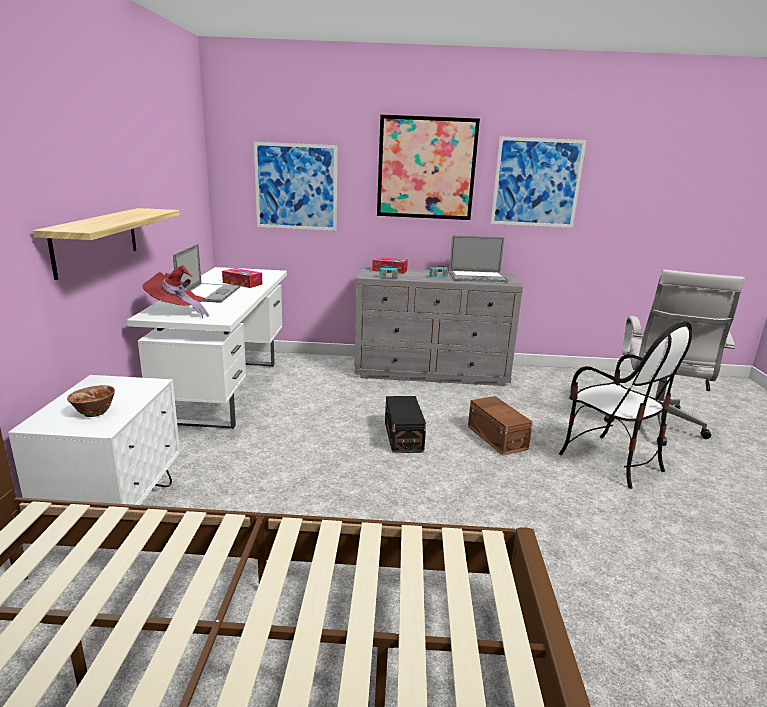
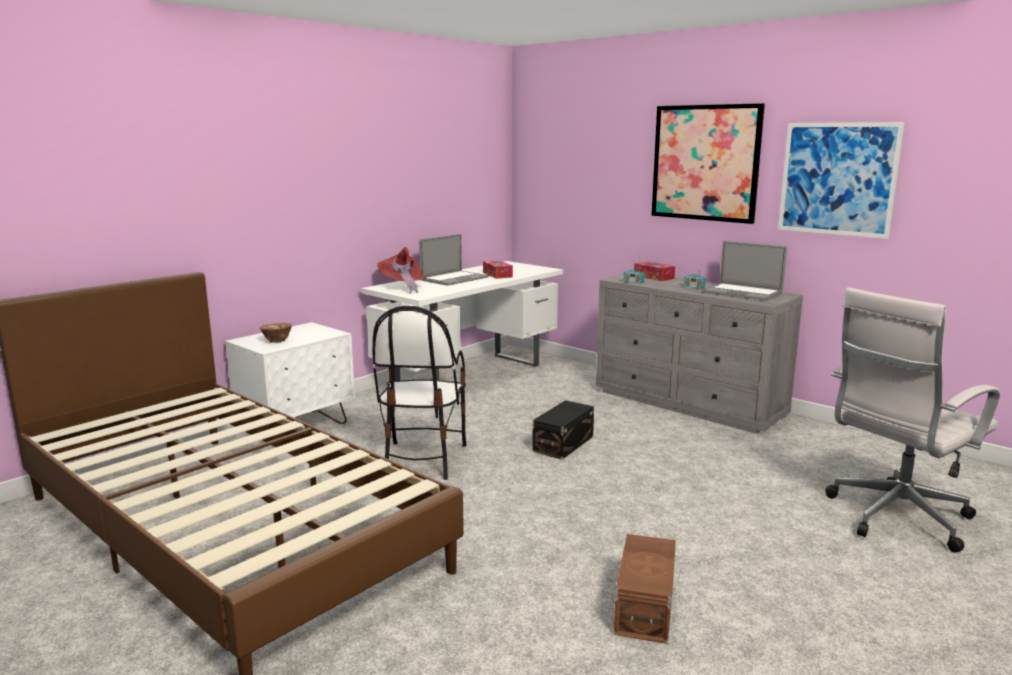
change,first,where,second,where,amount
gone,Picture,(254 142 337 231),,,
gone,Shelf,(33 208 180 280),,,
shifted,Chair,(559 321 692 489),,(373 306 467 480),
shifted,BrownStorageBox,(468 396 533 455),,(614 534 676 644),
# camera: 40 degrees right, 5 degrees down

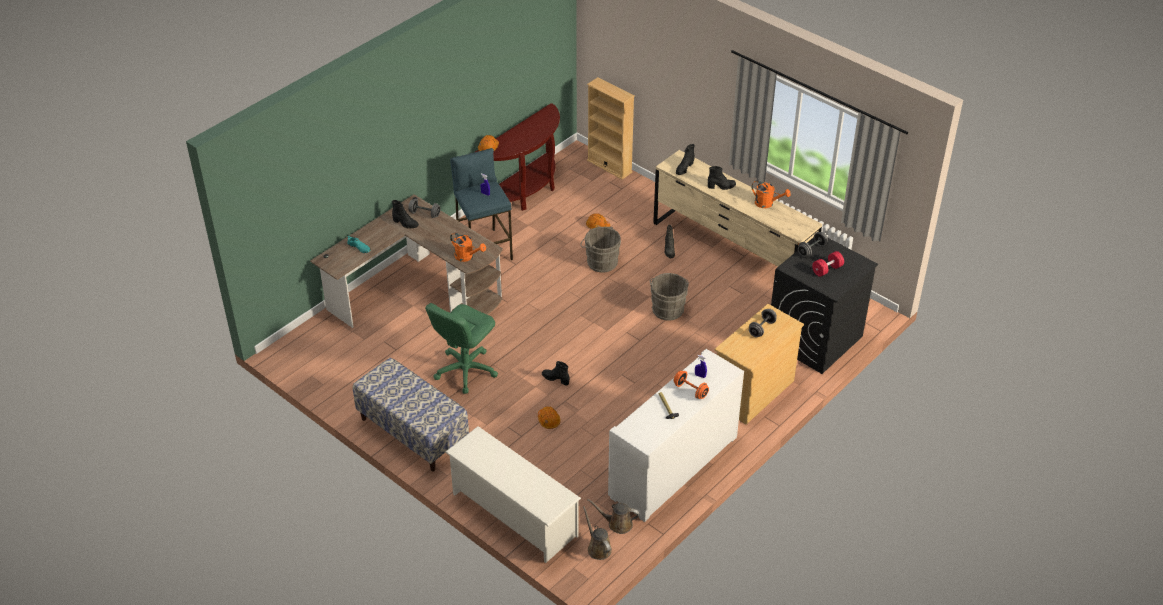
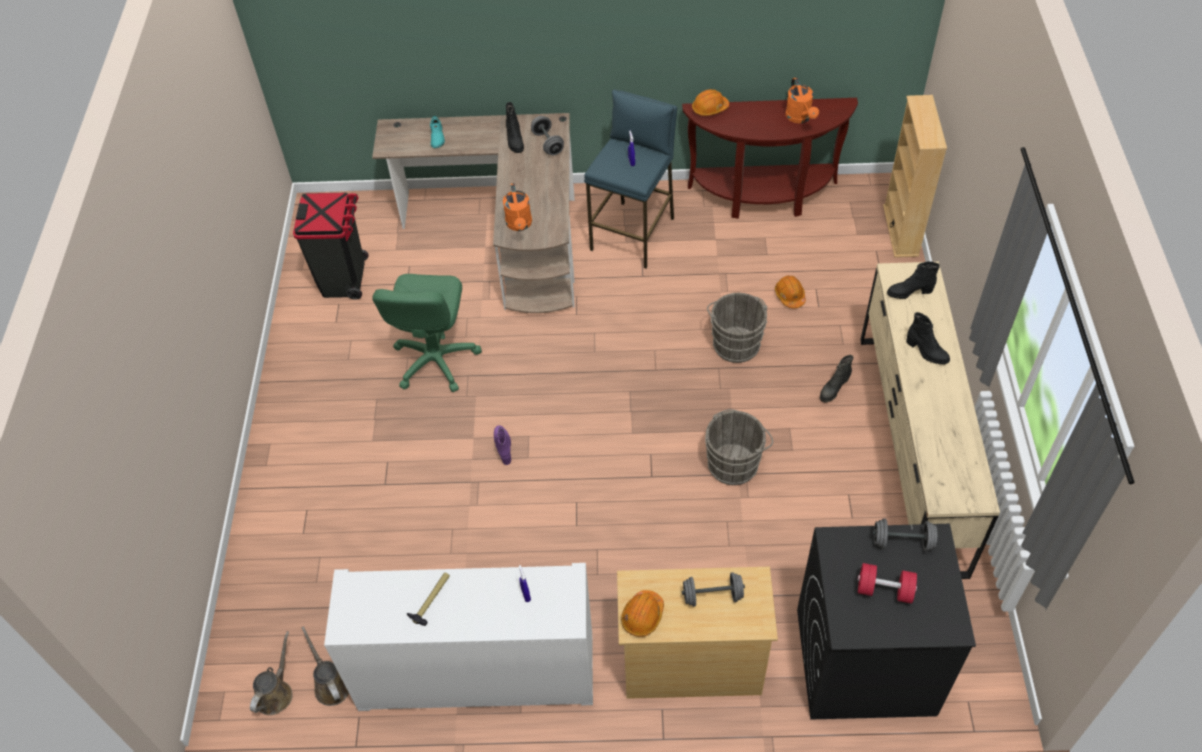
change,first,where,second,where,amount
shifted,OrangeWateringCan,(752 181 791 208),,(786 77 819 124),
rotated,GreenOfficeChair,(425 303 498 394),,(372 274 482 392),75 degrees counterclockwise
gone,Bench,(353 358 469 472),,,
repainted,BlackBoot,(542 361 569 386),PurpleBoot,(494 425 511 465),
gone,OrangeDumbbell,(674 371 709 399),,,
shifted,OrangeHardHat,(538 406 561 429),,(621 590 664 637),
gone,WhiteShoeRack,(445 426 581 563),,,
new,,,BlackTrashCan,(293 193 368 300),
# camera: 50 degrees right, 10 degrees up

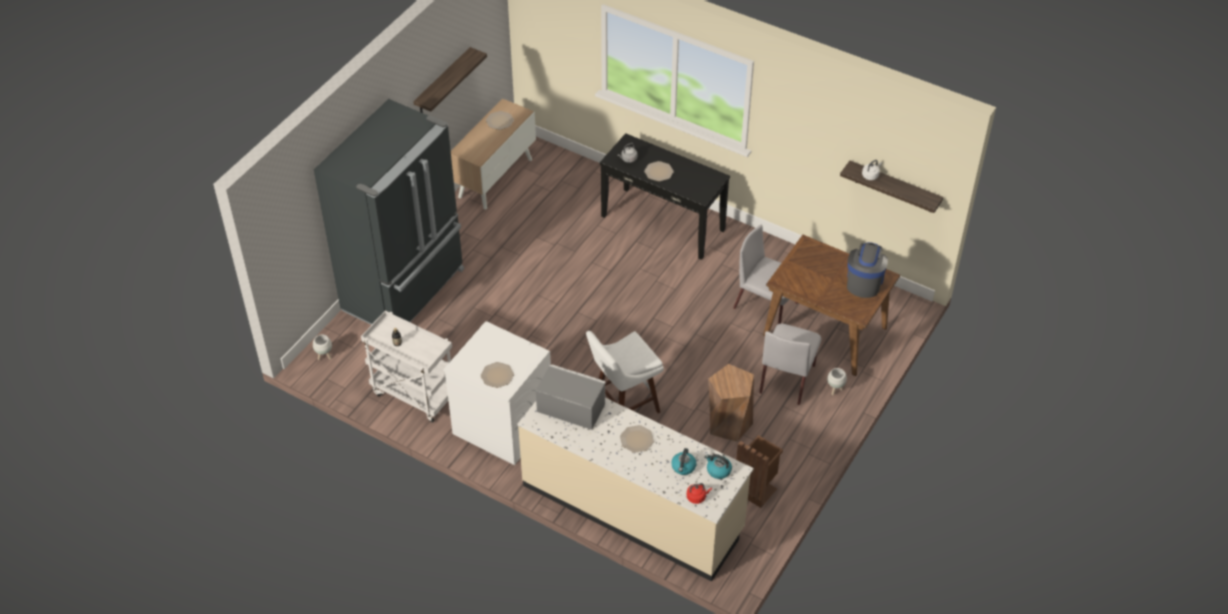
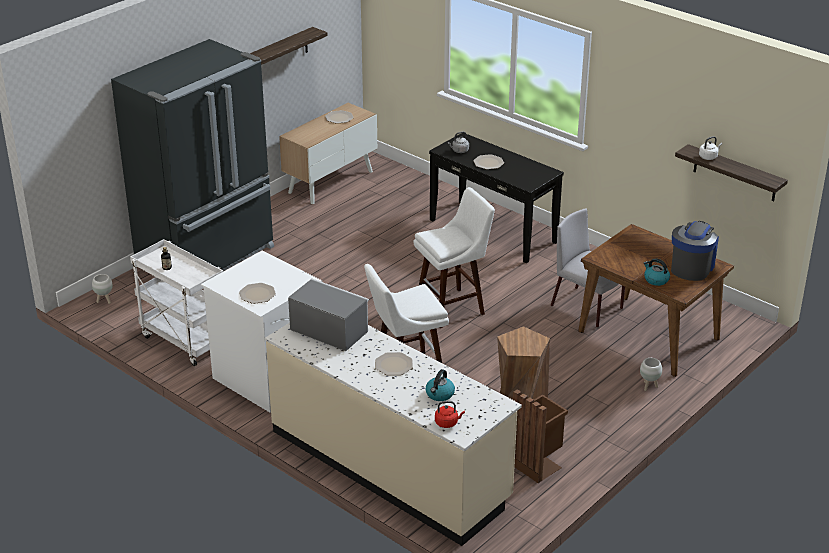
change,first,where,second,where,amount
gone,GreyChair,(759 324 822 405),,,
shifted,Kettle,(705 454 732 479),,(644 258 670 286),
new,,,WhiteStool,(413 187 495 328),
# camera: 10 degrees right, 15 degrees down

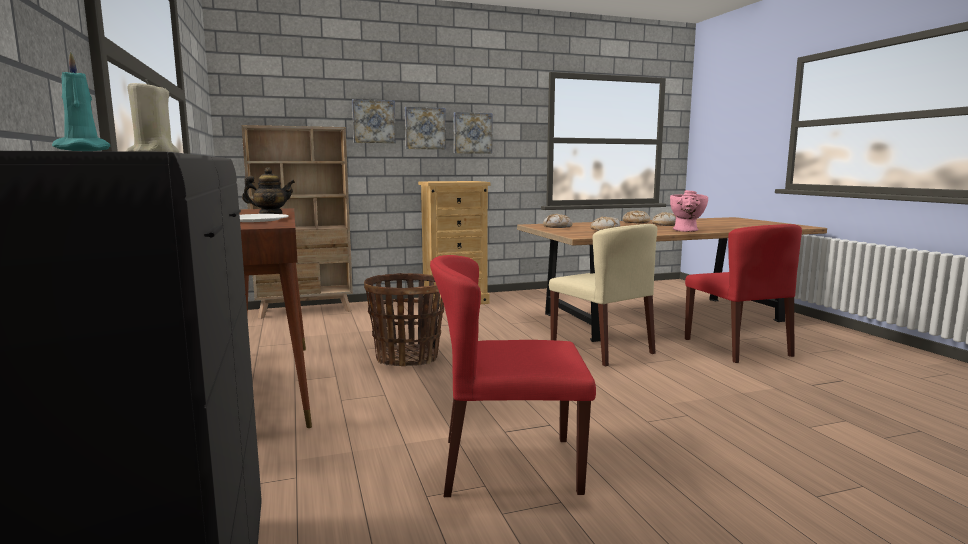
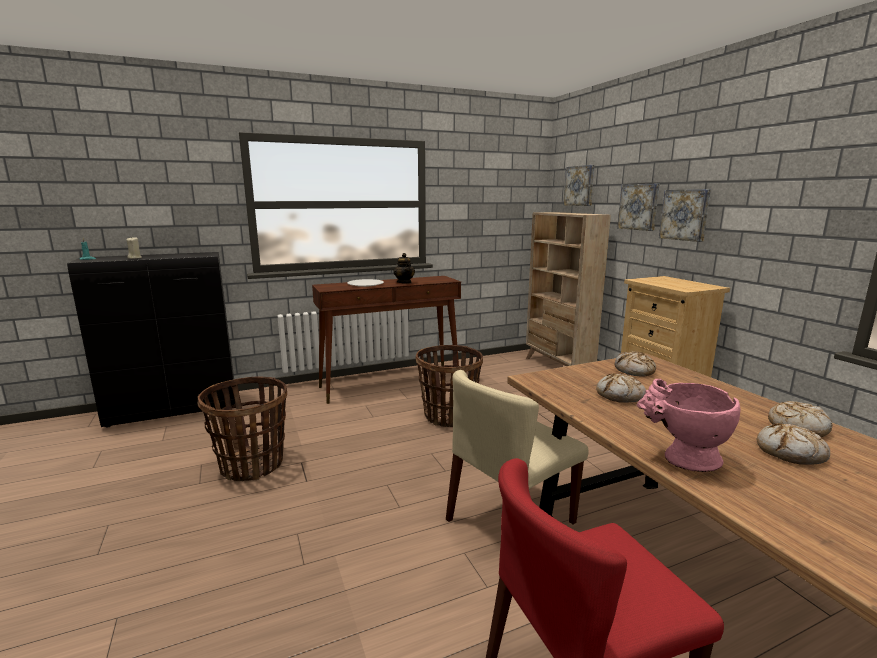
change,first,where,second,where,amount
shifted,Picture,(453 112 492 154),,(563 165 595 206),
swapped,RedChair,(430 255 596 497),Basket,(197 376 287 481),
# camera: 85 degrees right, 5 degrees up

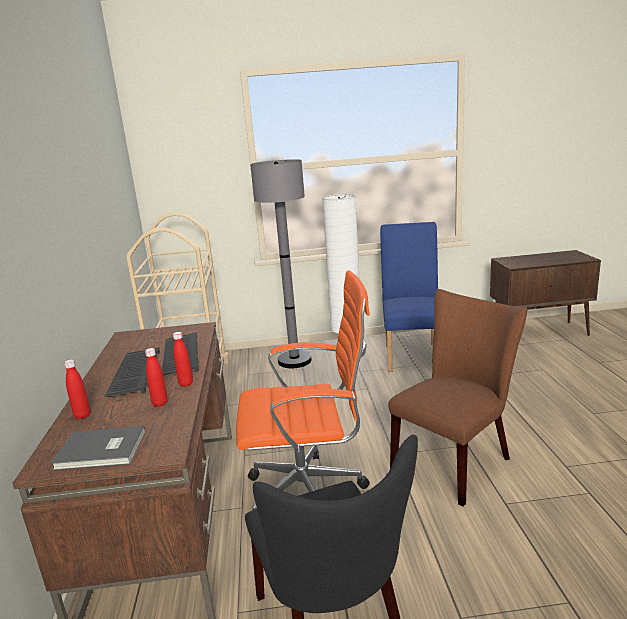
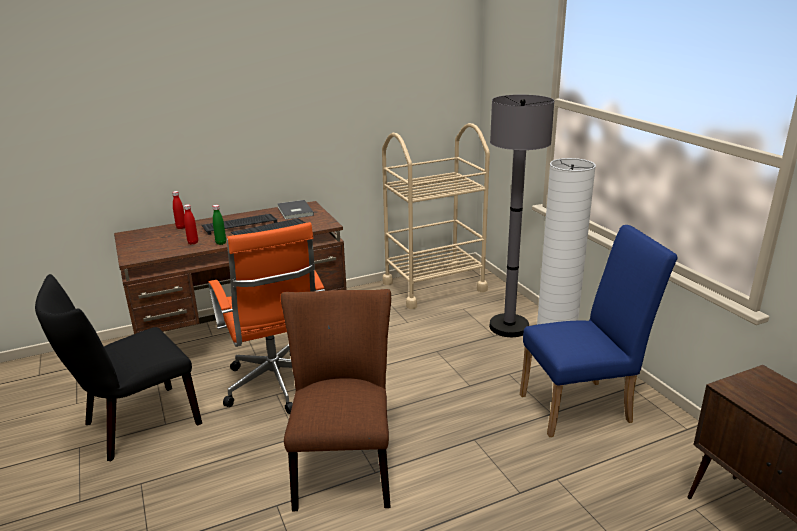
change,first,where,second,where,amount
rotated,BrownChair,(388 289 527 507),,(281 289 391 511),120 degrees counterclockwise
repainted,RedBottle,(173 332 193 387),GreenBottle,(213 205 226 245),
shifted,GreyBook,(50 426 145 471),,(277 200 314 220),
# camera: 70 degrees right, 5 degrees up

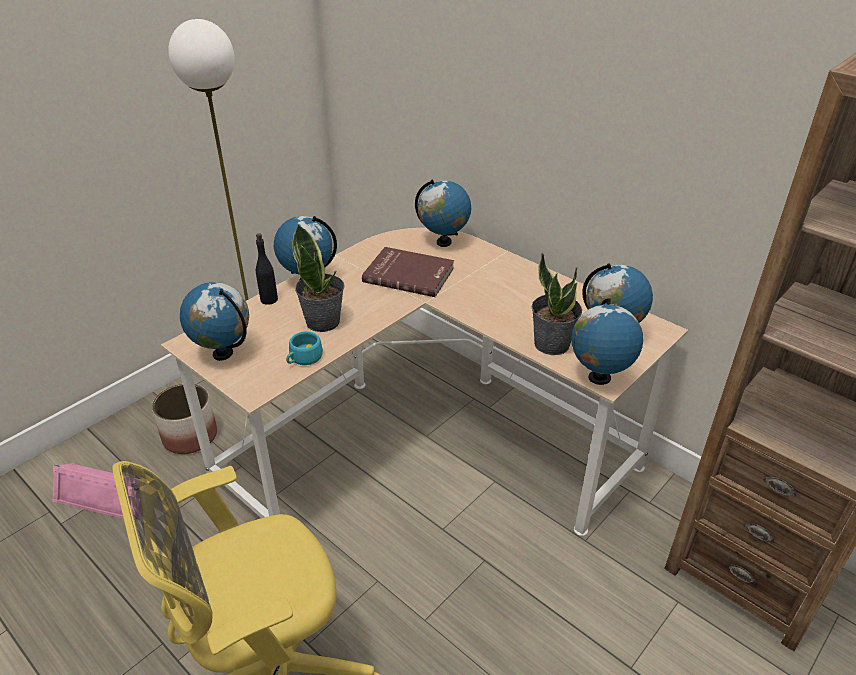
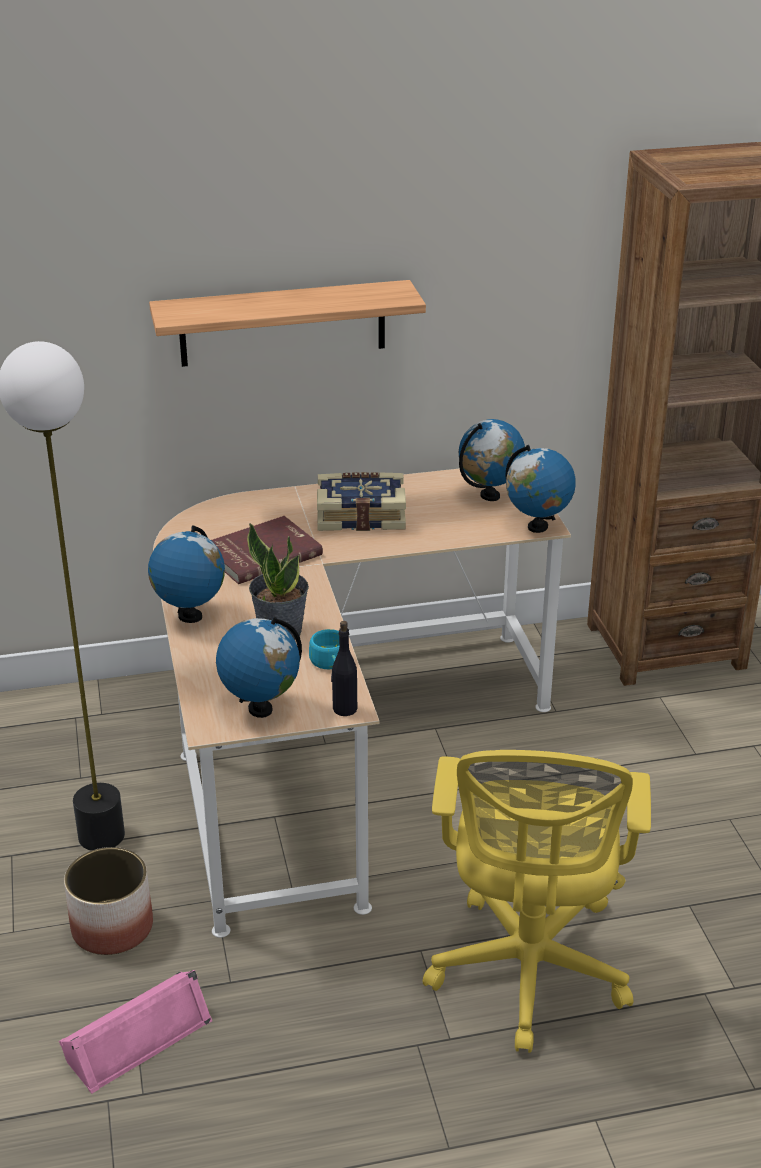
change,first,where,second,where,amount
gone,Globe,(415 179 471 247),,,
shifted,BlackBottle,(256 233 278 305),,(331 621 357 716),
gone,PottedPlant,(532 253 582 355),,,
new,,,Shelf,(149 280 426 367),
new,,,Book,(317 472 406 531),
# camera: 55 degrees left, 5 degrees down

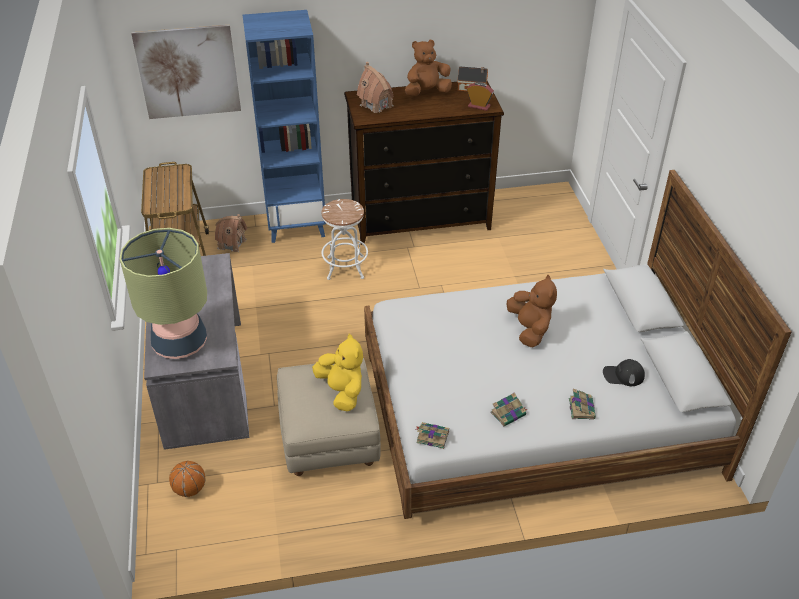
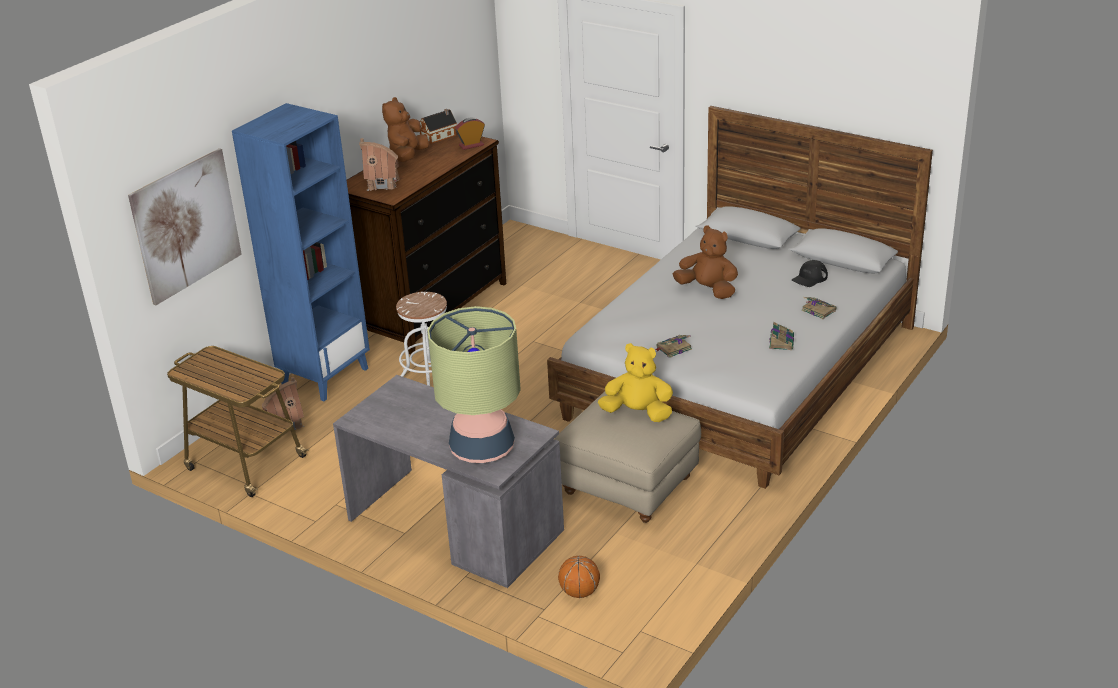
change,first,where,second,where,amount
shifted,Book,(416 422 449 449),,(655 335 692 358),
# camera: 45 degrees left, 10 degrees down

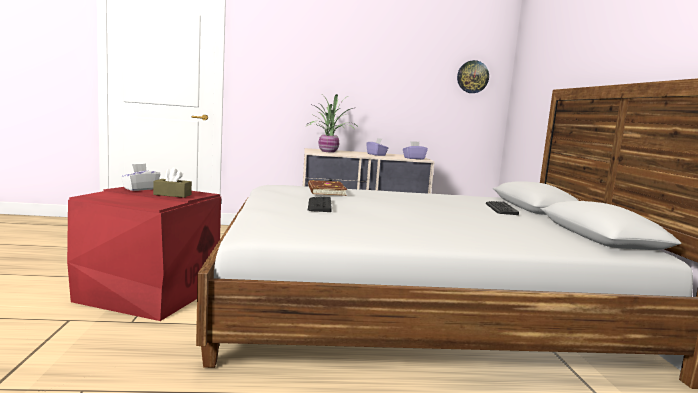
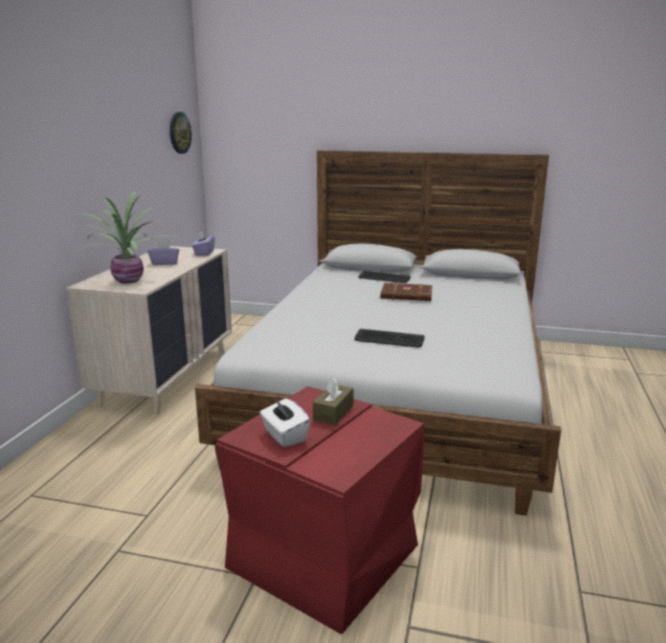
change,first,where,second,where,amount
shifted,BrownBook,(308 180 347 196),,(381 283 433 301),
# camera: 70 degrees left, 10 degrees up

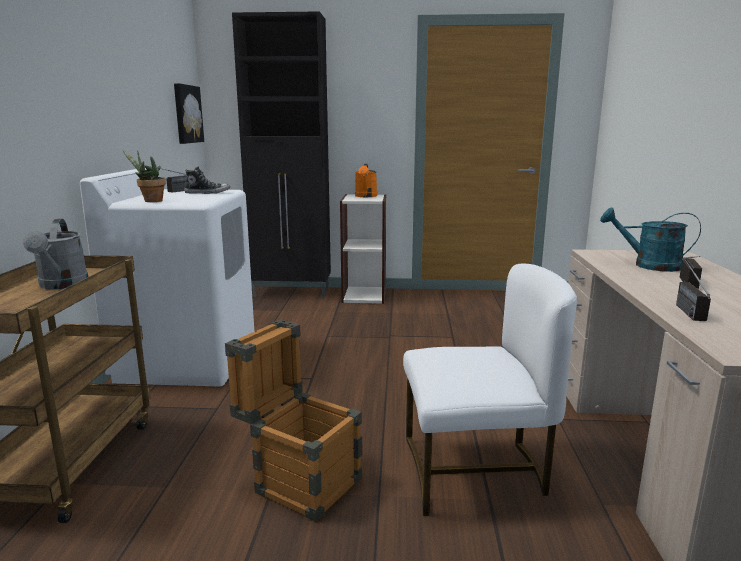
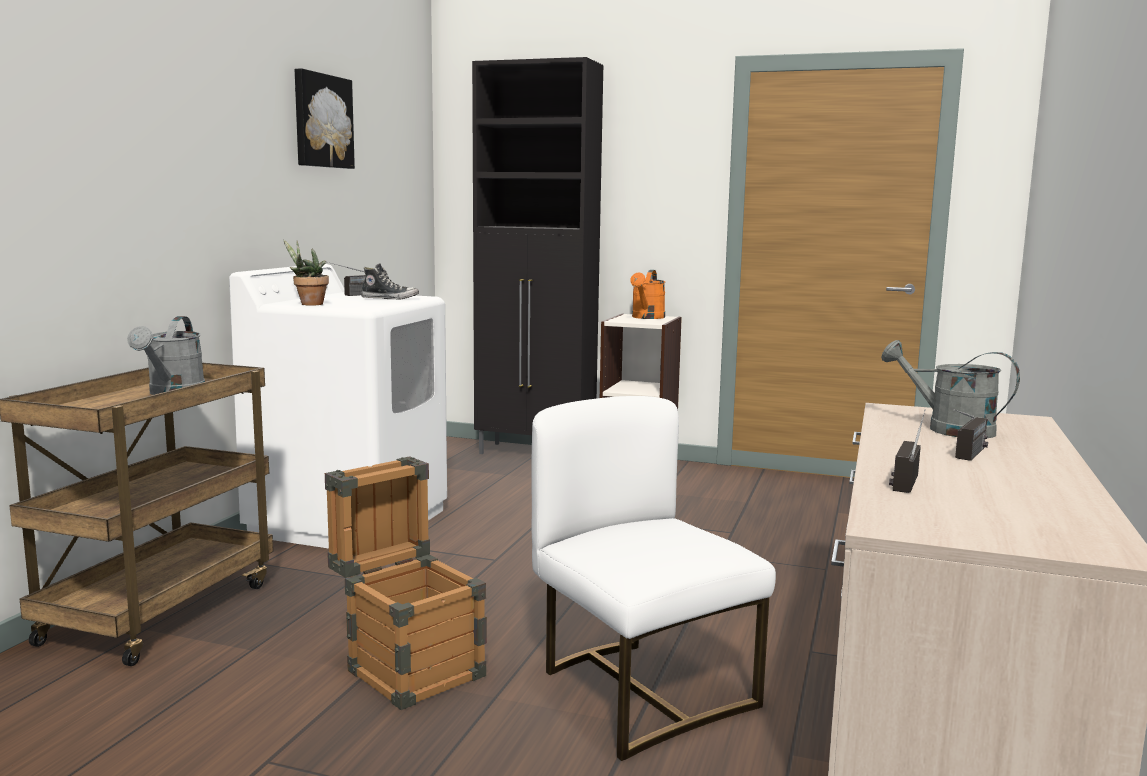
change,first,where,second,where,amount
shifted,Picture,(174 83 204 144),,(295 68 355 169),
repainted,TurquoiseWateringCan,(600 208 701 272),GreyWateringCan,(881 340 1020 438),
rotated,WhiteChair,(403 264 577 516),,(531 396 776 761),135 degrees counterclockwise
# camera: 15 degrees right, 5 degrees down

